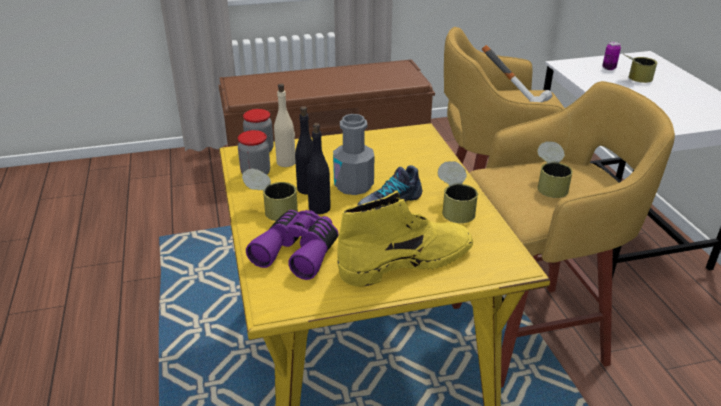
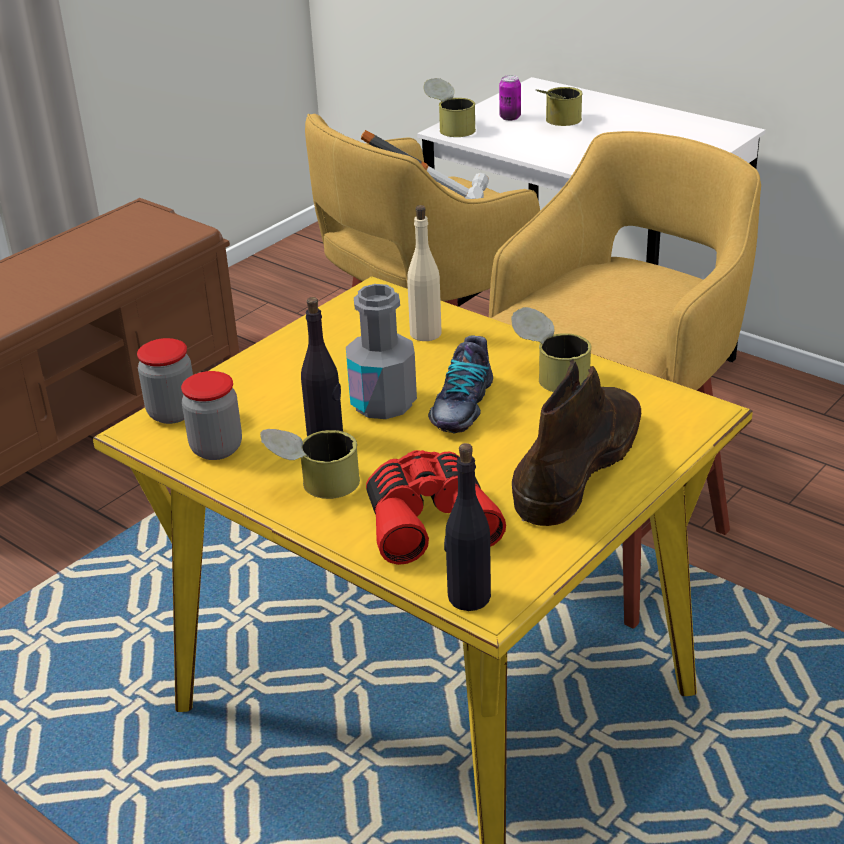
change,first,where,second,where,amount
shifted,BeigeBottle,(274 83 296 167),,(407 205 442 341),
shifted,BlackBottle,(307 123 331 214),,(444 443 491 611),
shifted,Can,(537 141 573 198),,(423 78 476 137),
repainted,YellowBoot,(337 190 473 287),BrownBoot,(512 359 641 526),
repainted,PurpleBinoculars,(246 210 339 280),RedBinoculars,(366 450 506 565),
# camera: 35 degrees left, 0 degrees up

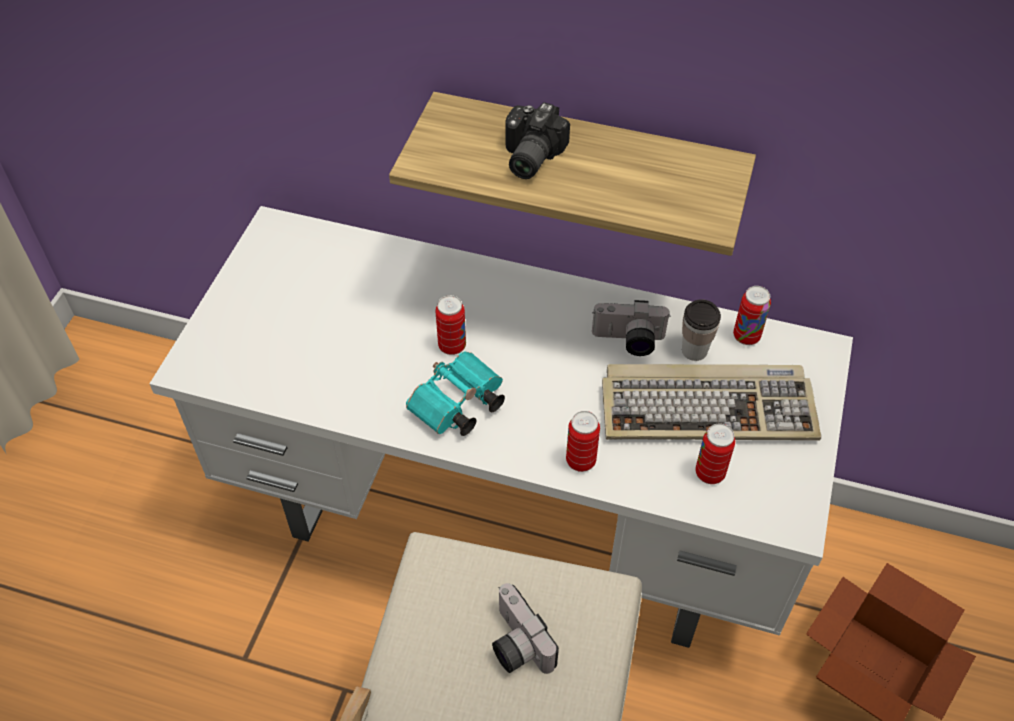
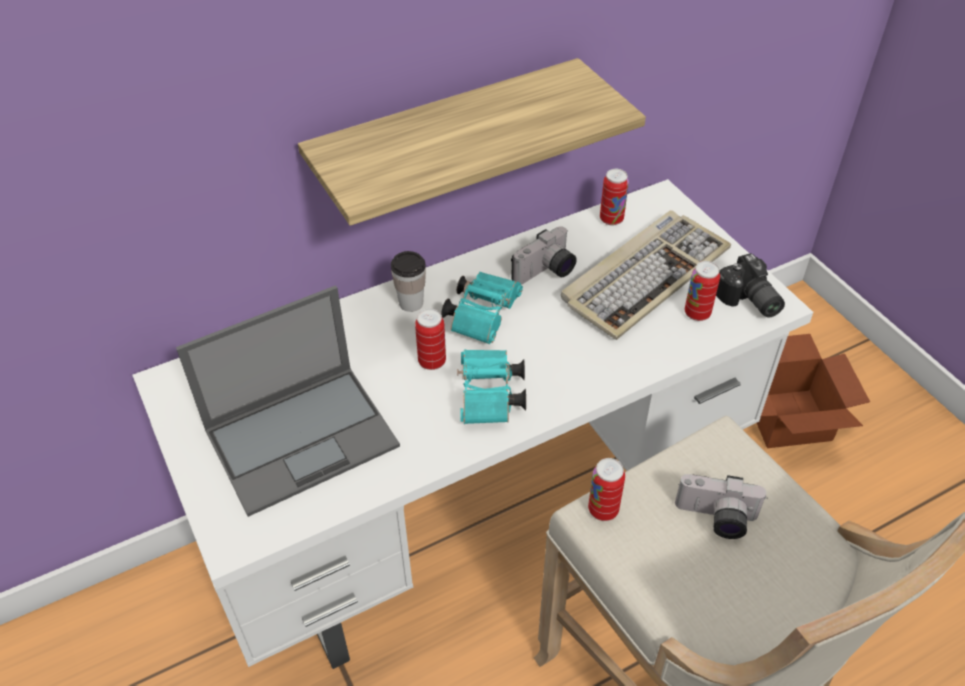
change,first,where,second,where,amount
shifted,PhotoCamera,(506 102 570 179),,(716 253 785 318),
shifted,Cup,(682 299 721 361),,(391 251 426 312),
shifted,Can,(566 411 600 472),,(588 458 625 521),
new,,,TurquoiseBinoculars,(441 272 523 344),
new,,,Laptop,(176 285 400 517),
# camera: 45 degrees left, 5 degrees down

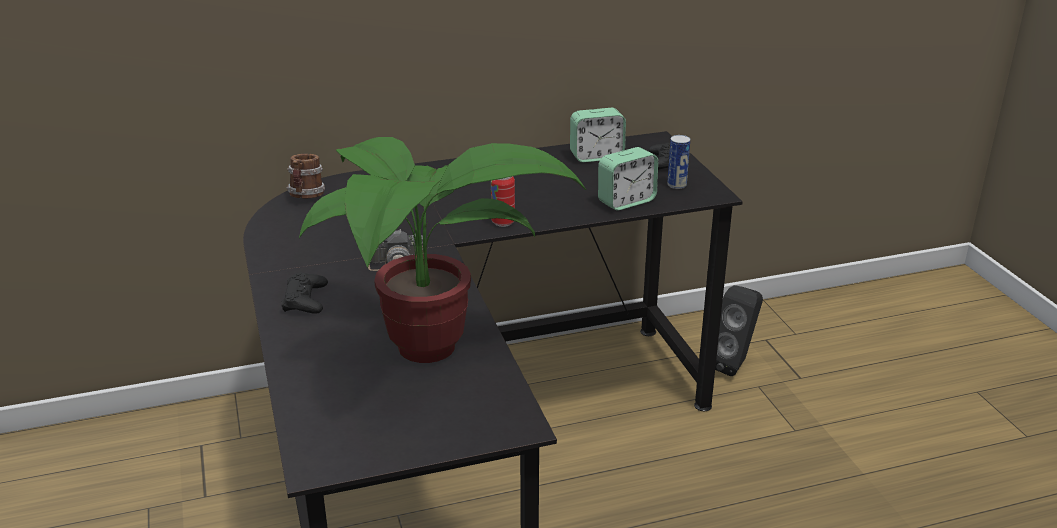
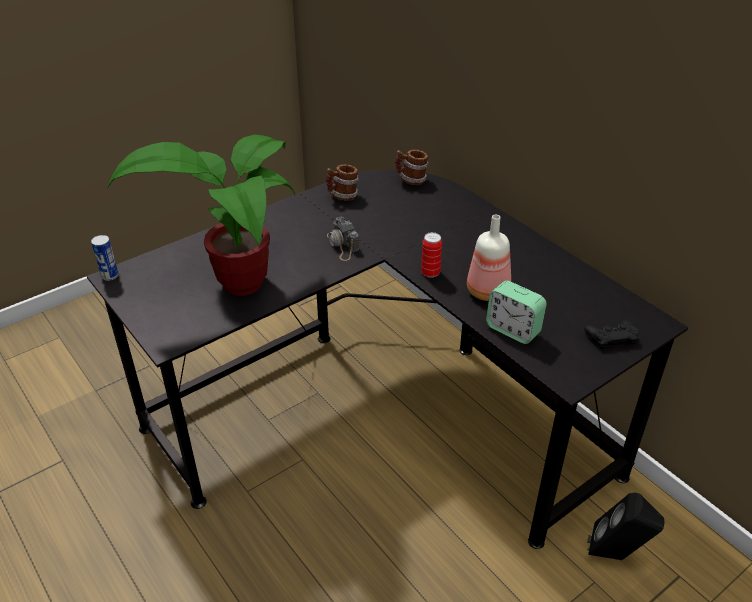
change,first,where,second,where,amount
gone,AlarmClock,(570 108 626 163),,,
shifted,Can,(667 135 690 189),,(91 235 118 281),
gone,BlackGameController,(281 273 328 314),,,
new,,,Mug,(326 164 359 201),
new,,,Bottle,(467 215 511 301),
# camera: 70 degrees right, 10 degrees up

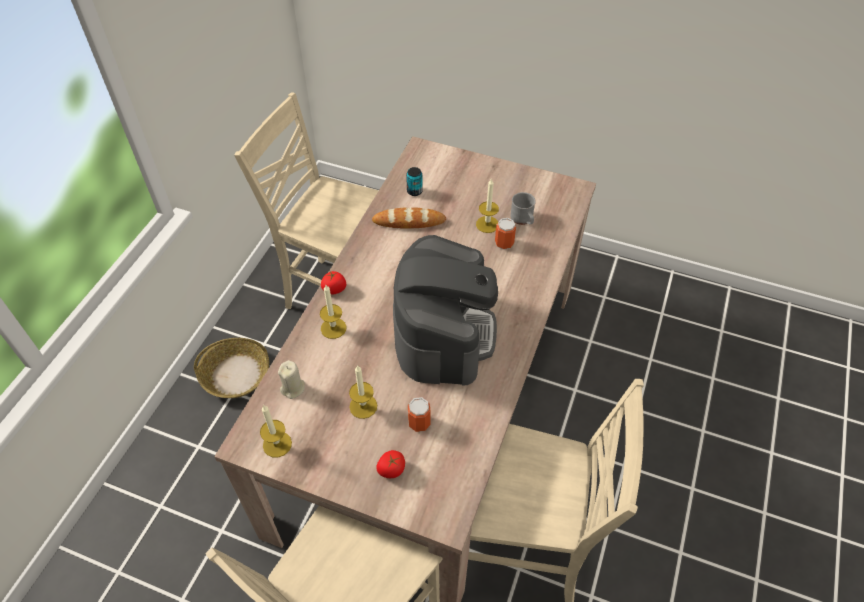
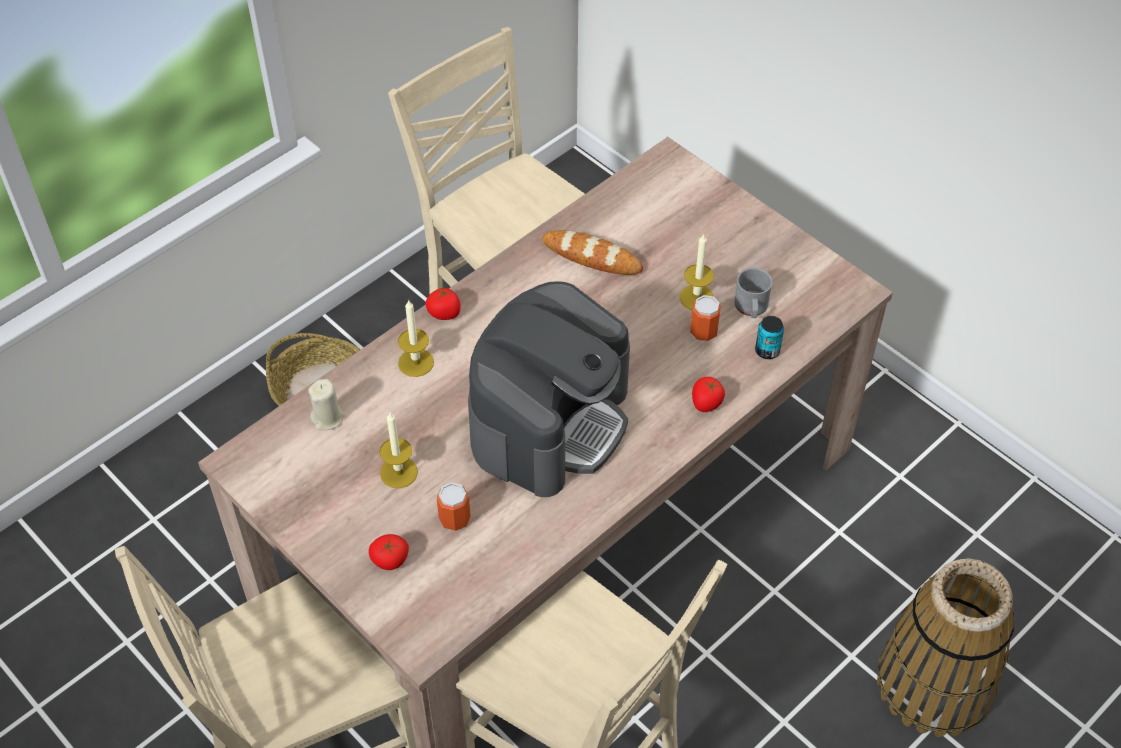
change,first,where,second,where,amount
shifted,Can,(406 167 423 196),,(755 316 784 359),
gone,Candle,(260 406 292 457),,,
new,,,Tomato,(692 377 725 412),
new,,,Basket,(877 558 1014 737),
# camera: 25 degrees right, 0 degrees up

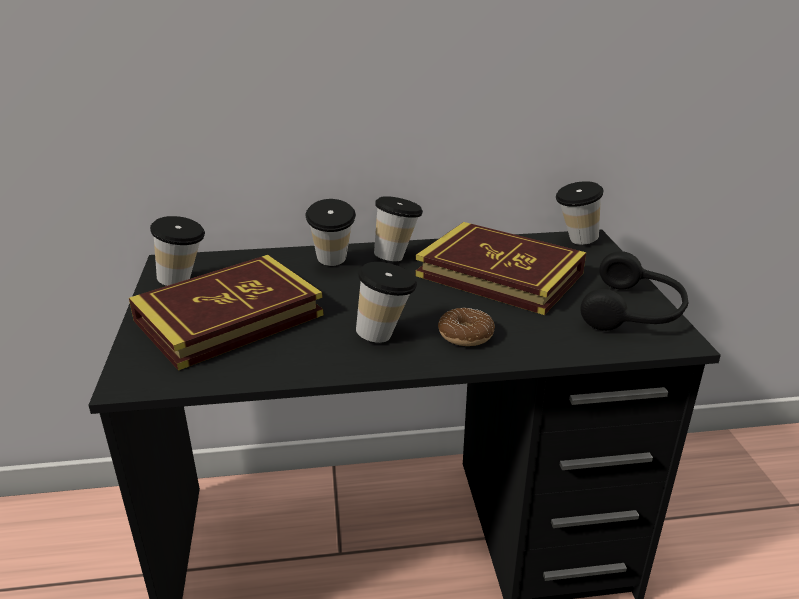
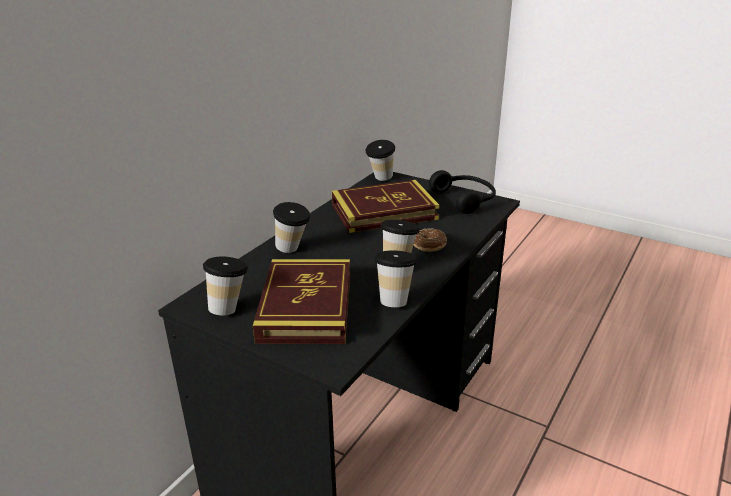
change,first,where,second,where,amount
shifted,Cup,(374 196 423 261),,(374 250 417 307),
# camera: 50 degrees left, 0 degrees up

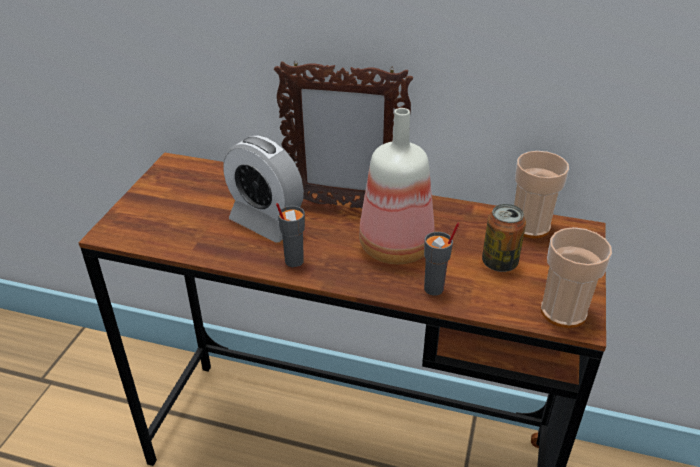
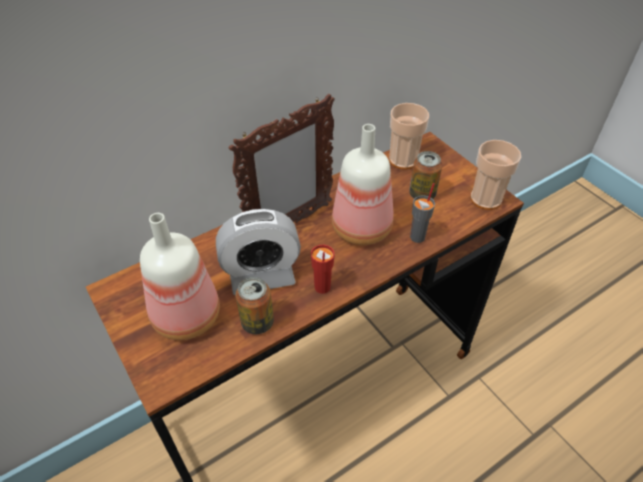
change,first,where,second,where,amount
repainted,GreyCup,(276 203 305 267),RedCup,(311 245 335 294),
new,,,Bottle,(140 213 220 340),
new,,,Can,(235 277 274 334),
# camera: 50 degrees left, 10 degrees up

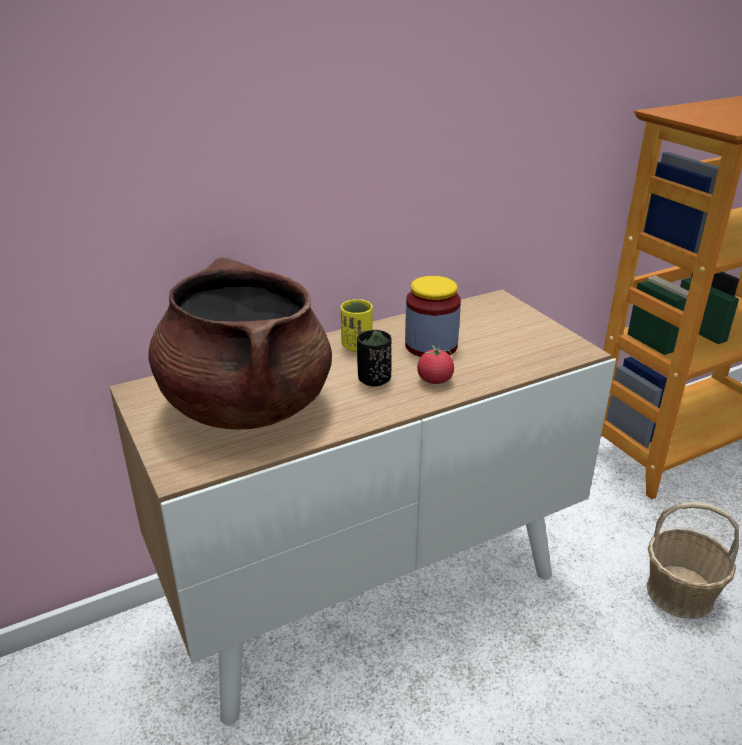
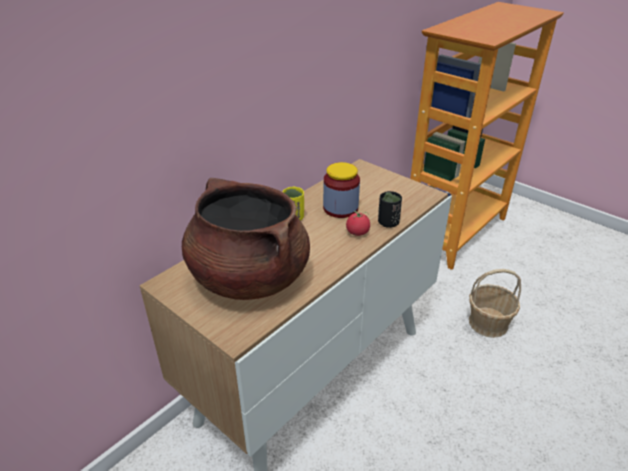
change,first,where,second,where,amount
shifted,BlackCup,(357 330 392 386),,(378 191 402 228),
# camera: 20 degrees left, 5 degrees up

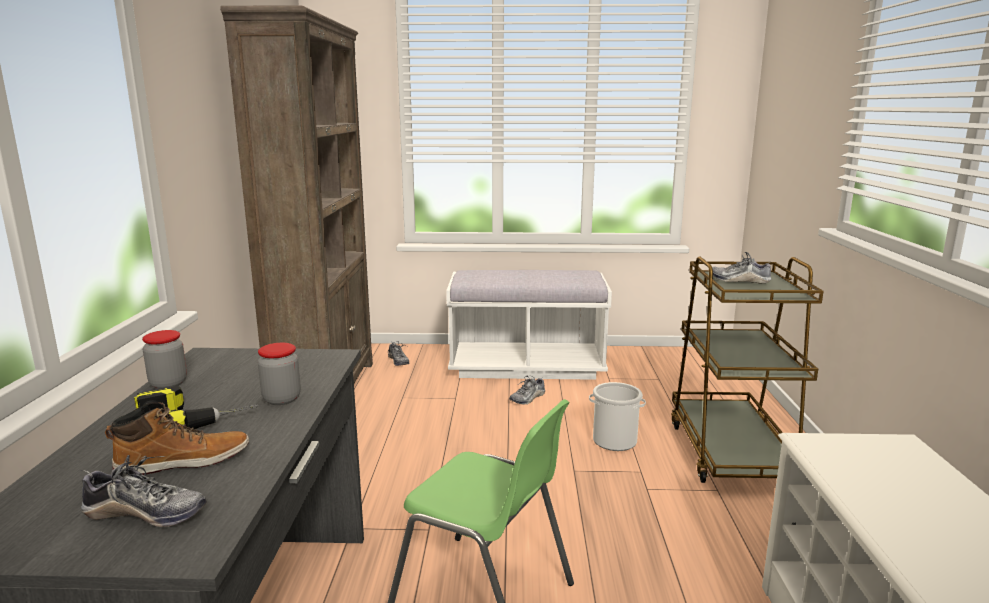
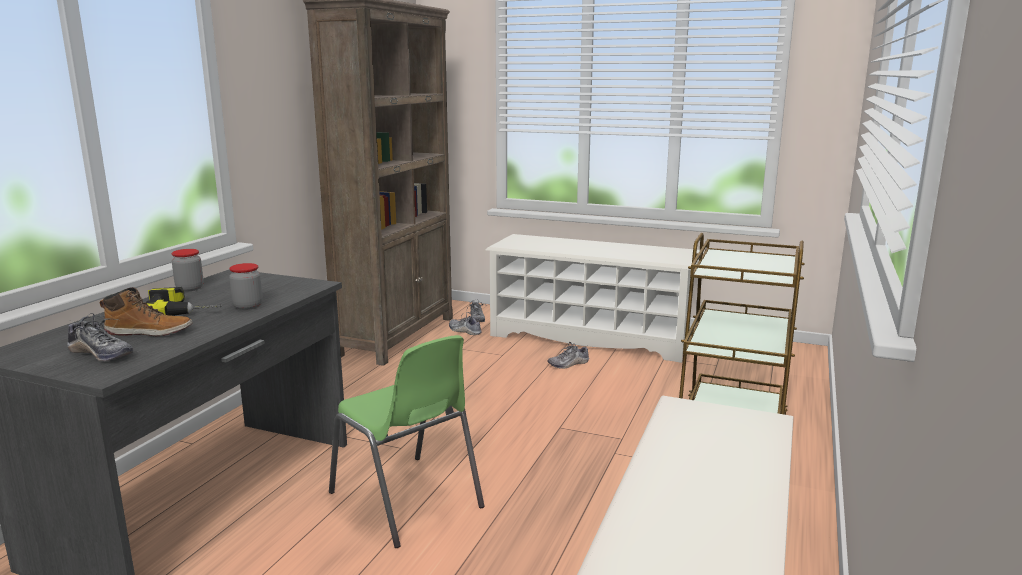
change,first,where,second,where,amount
shifted,Shoe,(712 252 771 283),,(449 312 481 335),
swapped,WhiteBench,(446 270 612 380),WhiteShoeRack,(485 234 704 363),
gone,Bucket,(589 382 646 451),,,
# camera: 20 degrees right, 0 degrees up

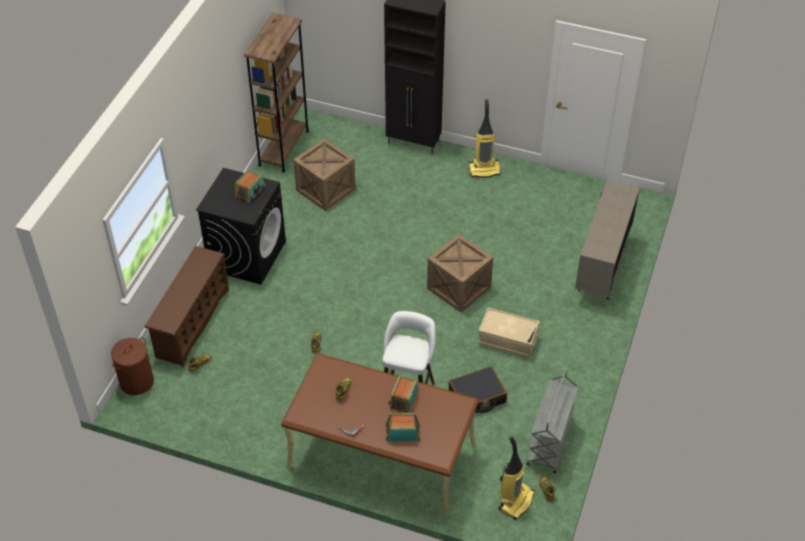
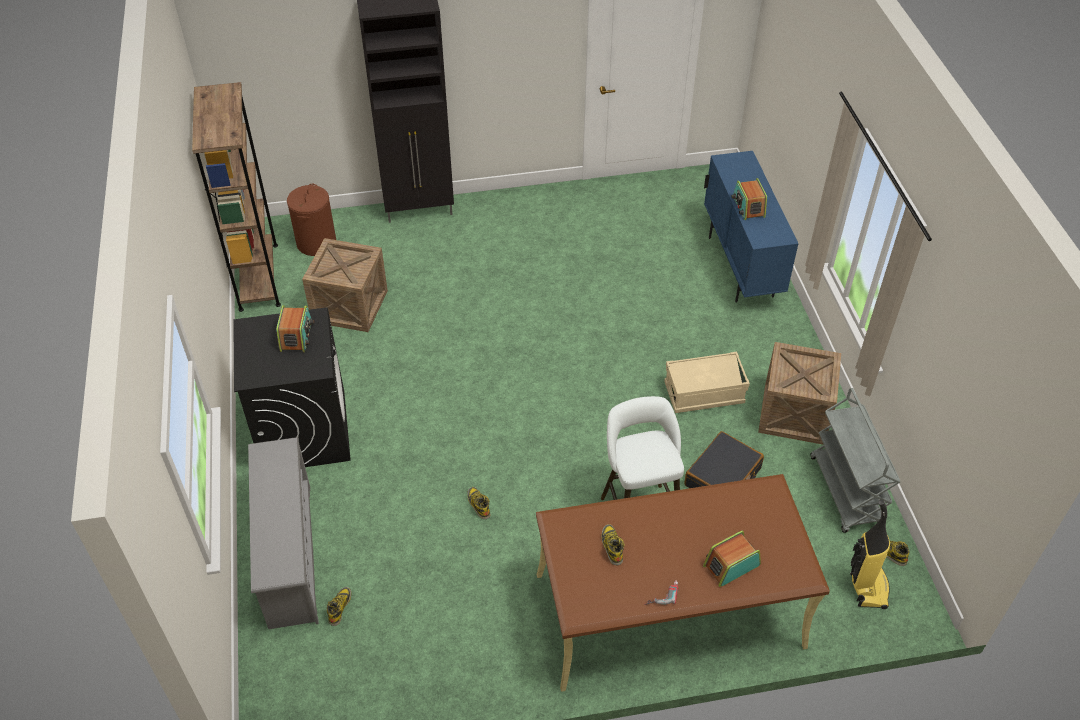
change,first,where,second,where,amount
gone,VacuumCleaner,(469 100 501 178),,,
repainted,BeigeCabinet,(575 180 640 299),BlueCabinet,(704 151 799 303),
shifted,Crate,(427 234 493 312),,(758 342 841 445),
repainted,BrownShoeRack,(144 246 229 367),GreyShoeRack,(248 437 319 629),
shifted,BrownLaundryBasket,(111 338 154 395),,(287 184 336 256),
shifted,Radio,(389 376 418 413),,(731 178 767 220),
# camera: 30 degrees left, 0 degrees up

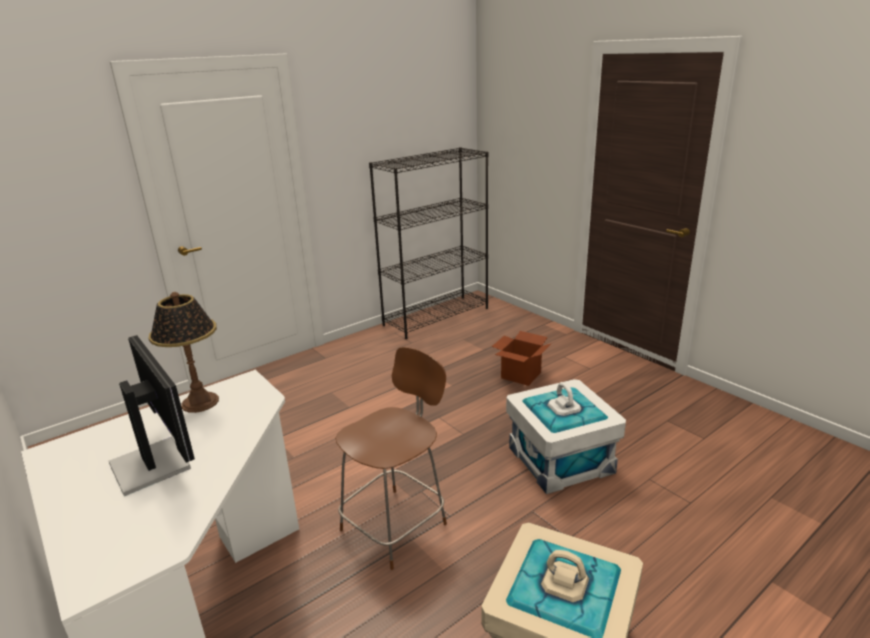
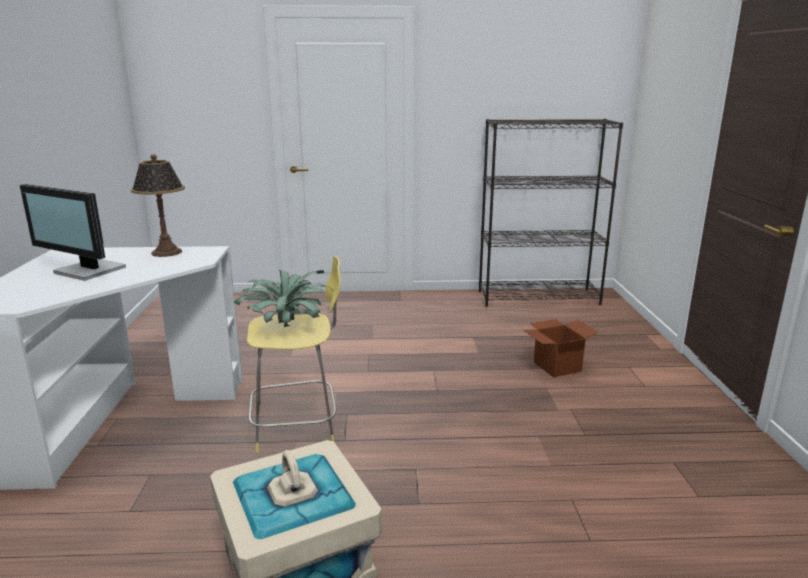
change,first,where,second,where,amount
rotated,Monitor,(109 335 195 496),,(20 184 126 281),120 degrees clockwise
repainted,BrownStool,(335 347 447 570),YellowStool,(247 256 340 453),
gone,WhiteStorageBox,(506 379 626 494),,,
new,,,PottedPlant,(233 270 331 327),
# camera: 35 degrees right, 5 degrees down

